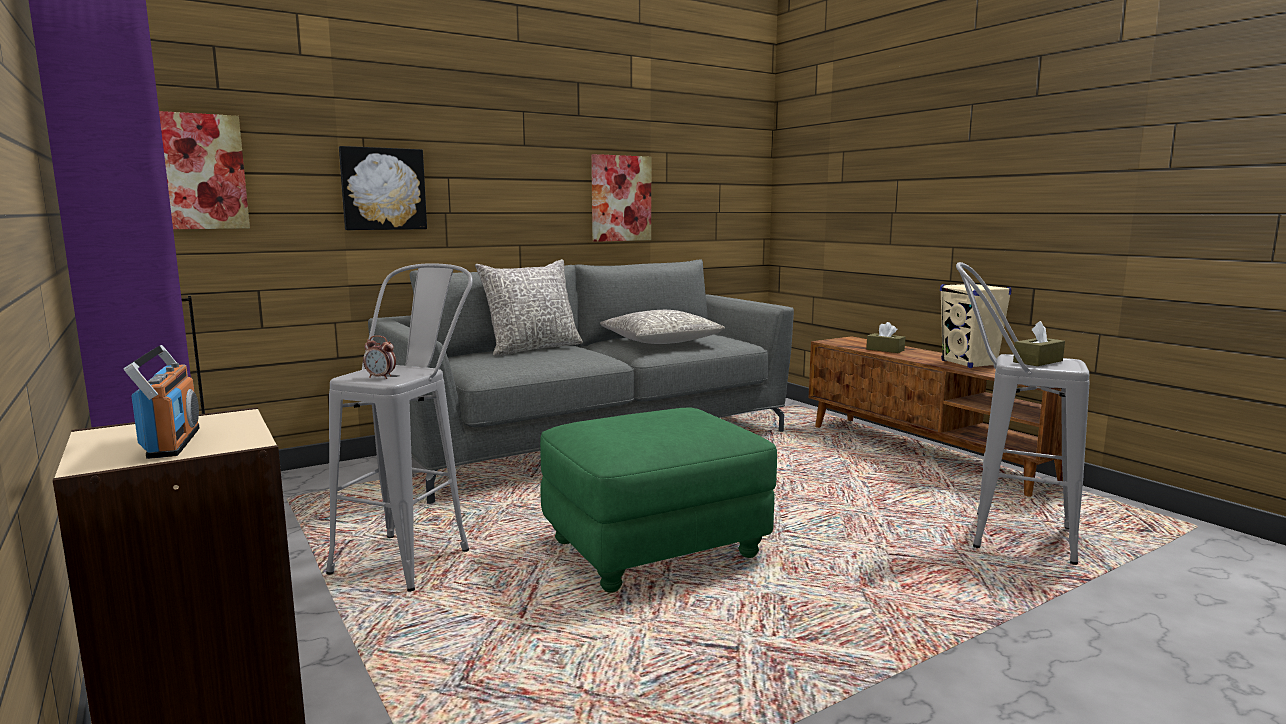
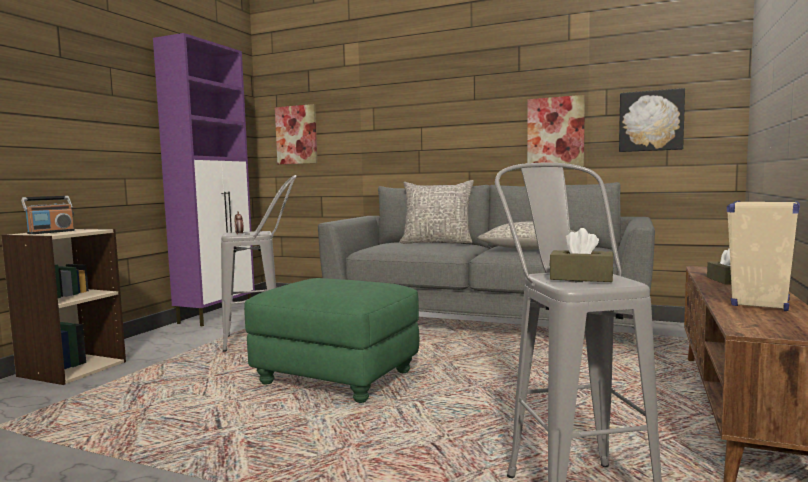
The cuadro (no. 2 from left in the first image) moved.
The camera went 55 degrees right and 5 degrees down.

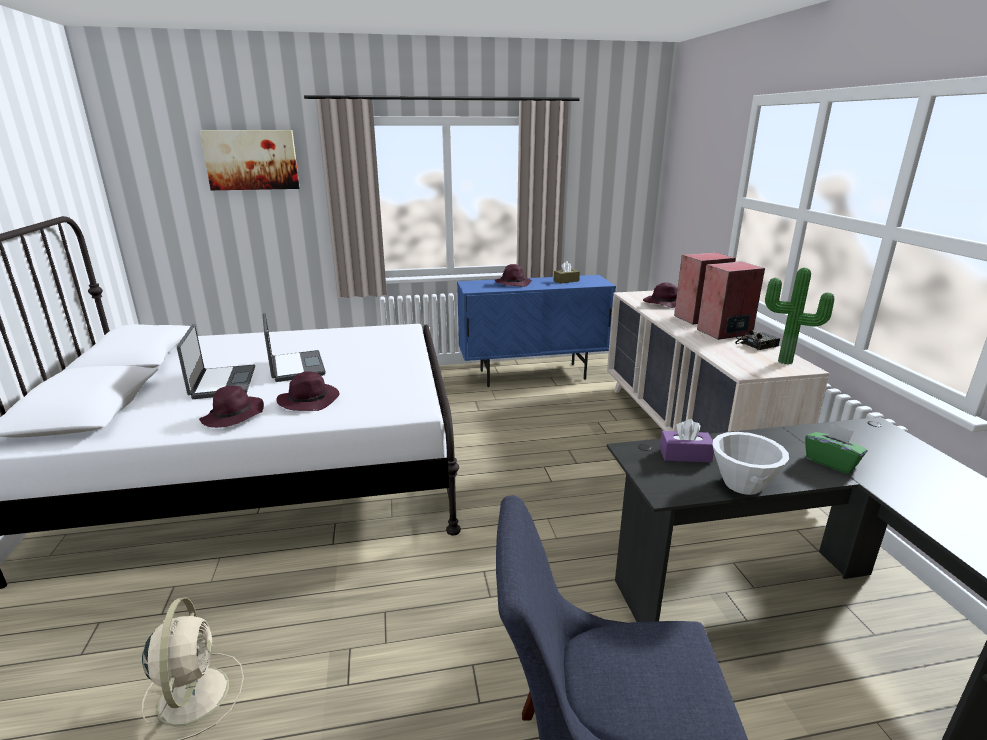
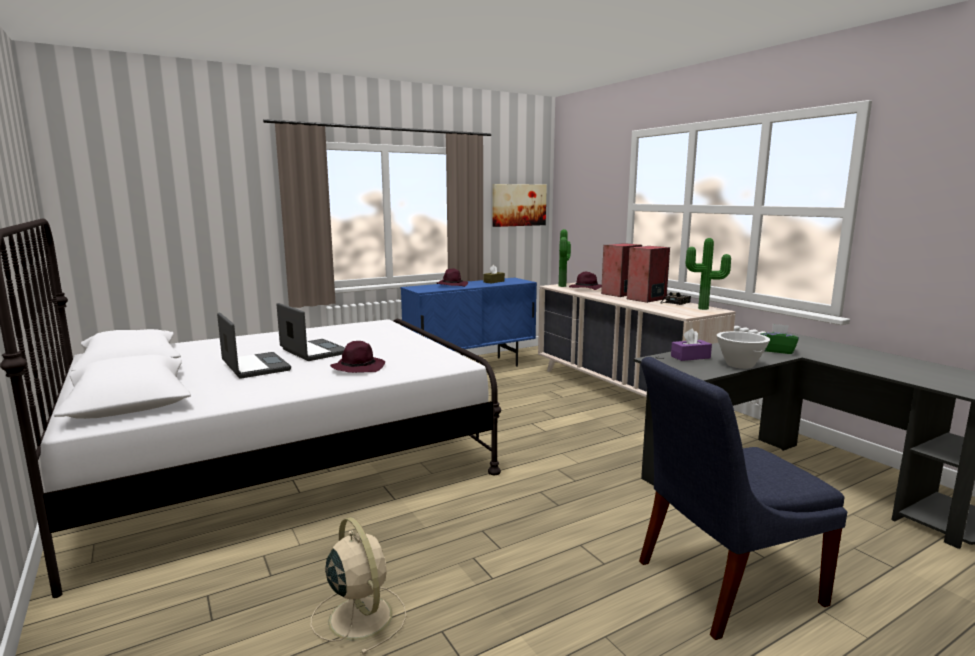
The sombrero/morado (no. 1 from left) disappeared.
The cuadro moved.
The planta en maceta (no. 1 from left) appeared.
The camera went 20 degrees left and 10 degrees down.

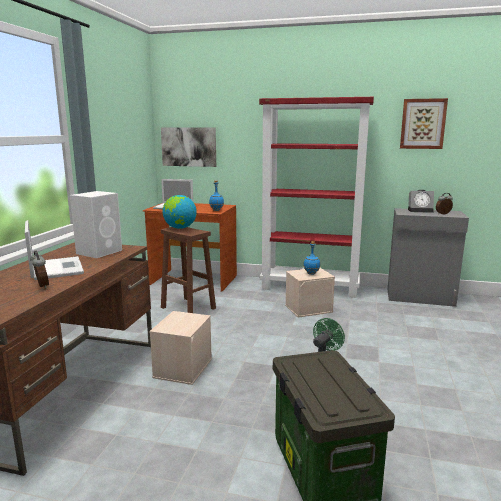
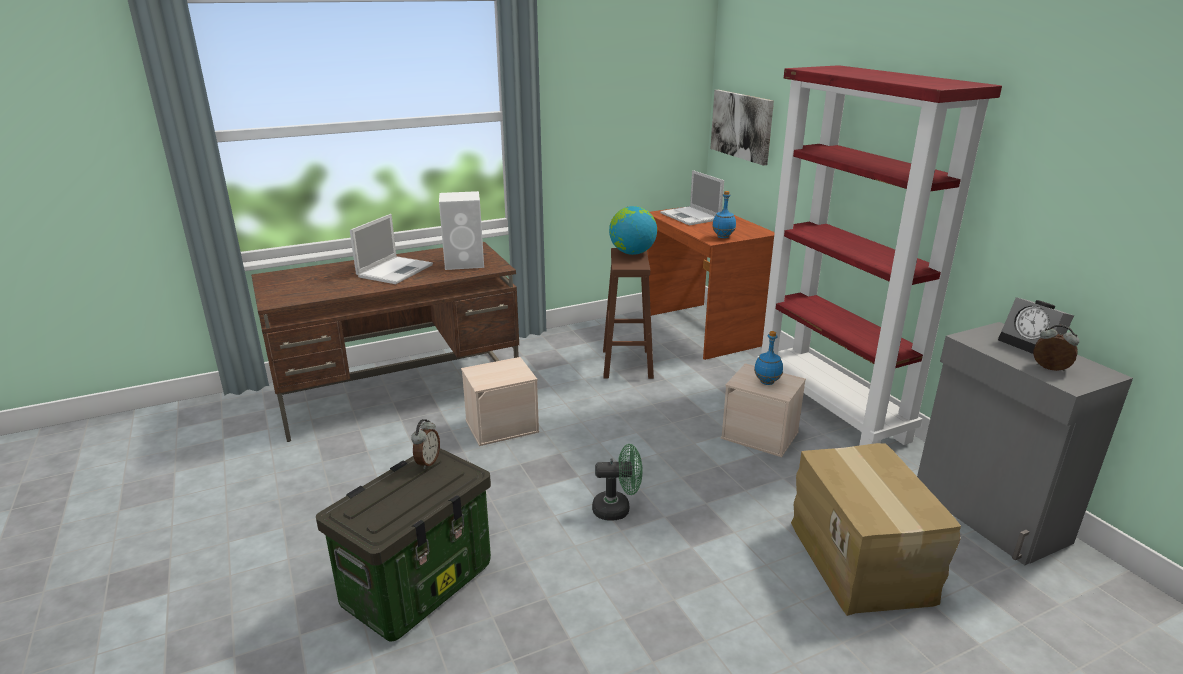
The despertador (no. 1 from left) moved.
The cuadro (no. 2 from left) disappeared.
The caja de cartón appeared.
The camera went 50 degrees right and 10 degrees up.

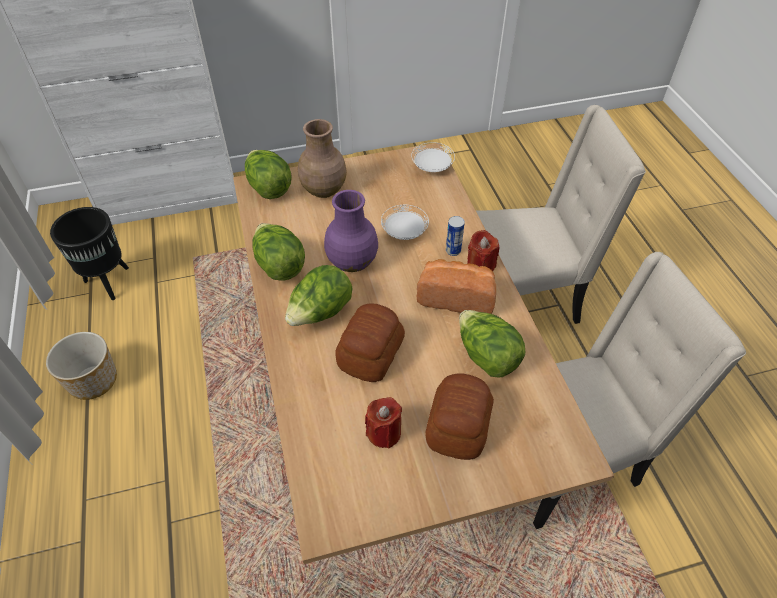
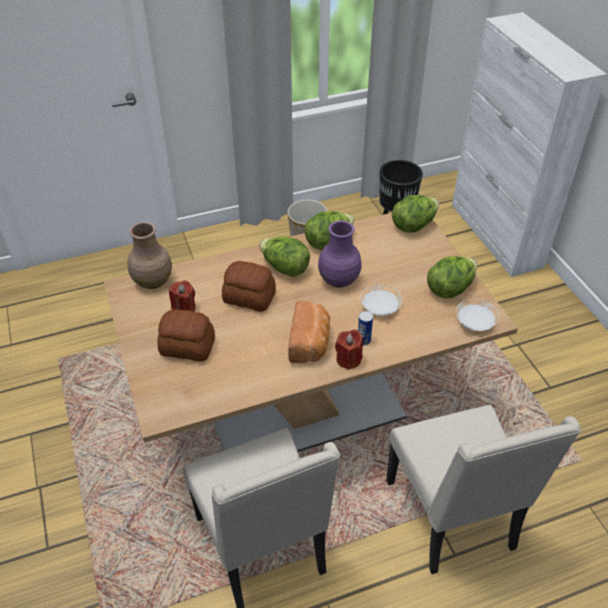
The florero/marrón moved.
The lechuga (no. 4 from left) moved.
The camera went 85 degrees right and 5 degrees down.

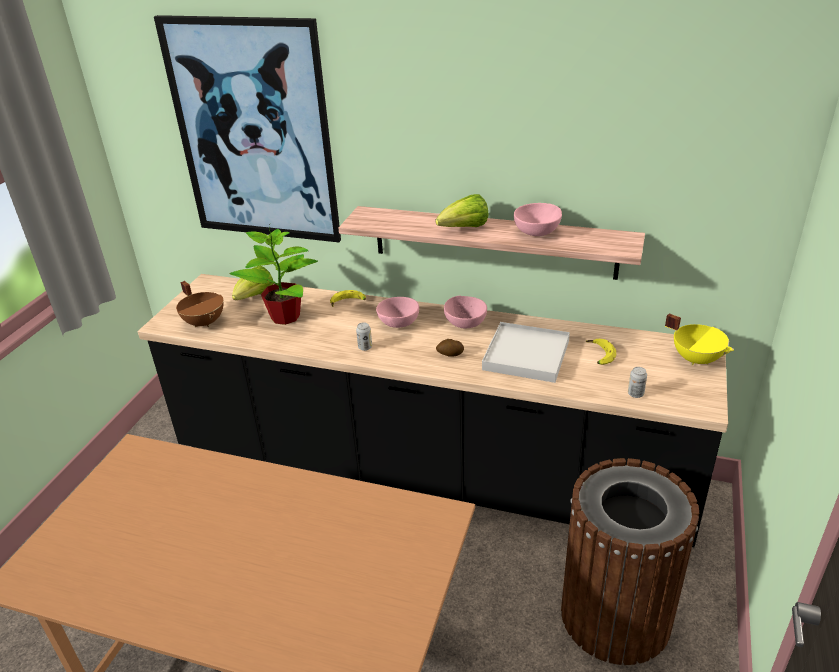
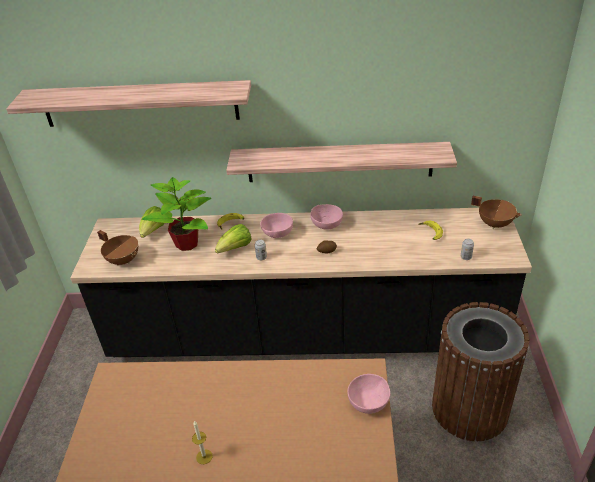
The cuadro was replaced by the estante (no. 1 from left).
The lechuga (no. 2 from left) moved.
The bandeja/blanco disappeared.
The cuenco/rosa (no. 3 from left) moved.
The olla/amarillo became the olla/marrón (no. 2 from left).
The vela appeared.
The camera went 15 degrees left and 5 degrees up.

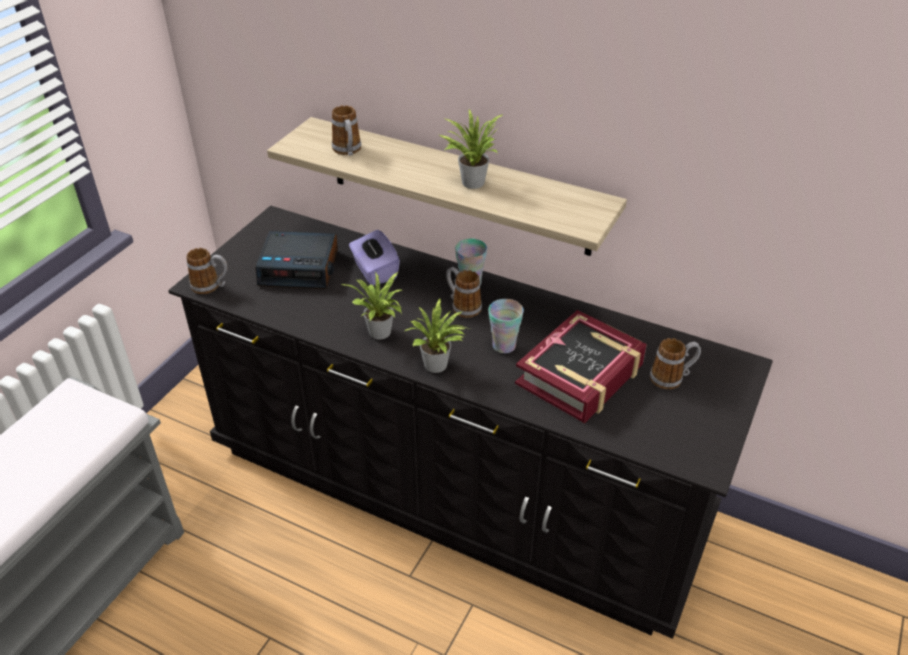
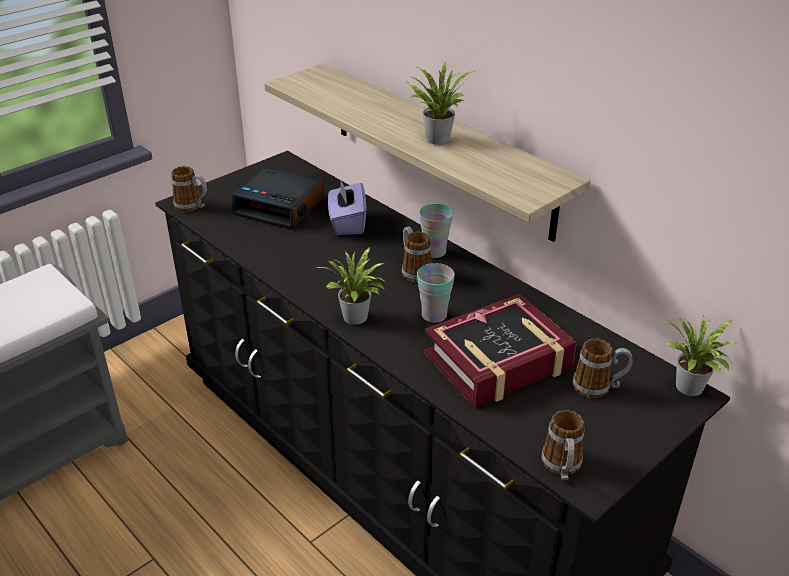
The taza grande (no. 2 from left in the first image) moved.
The planta en maceta (no. 1 from left in the first image) moved.
The camera went 20 degrees right and 5 degrees down.

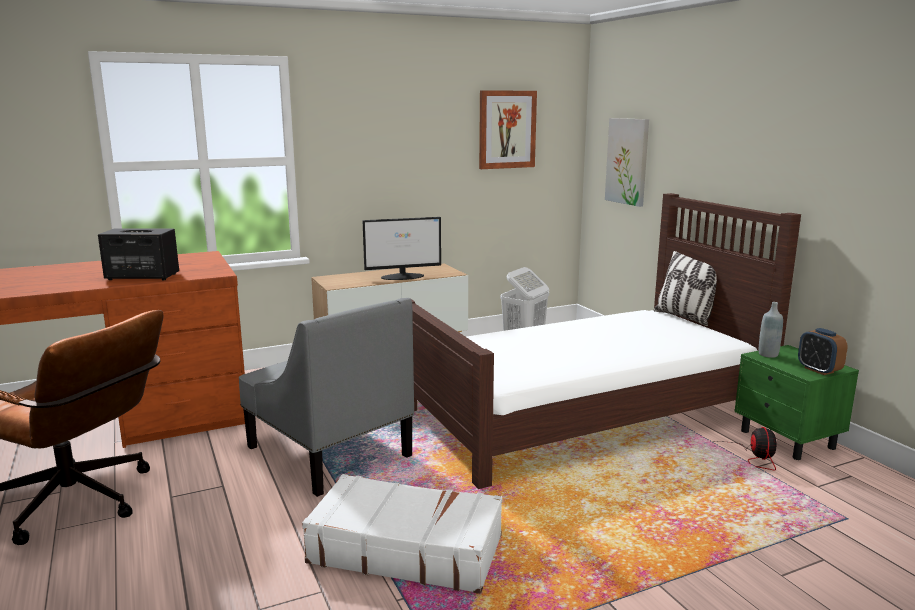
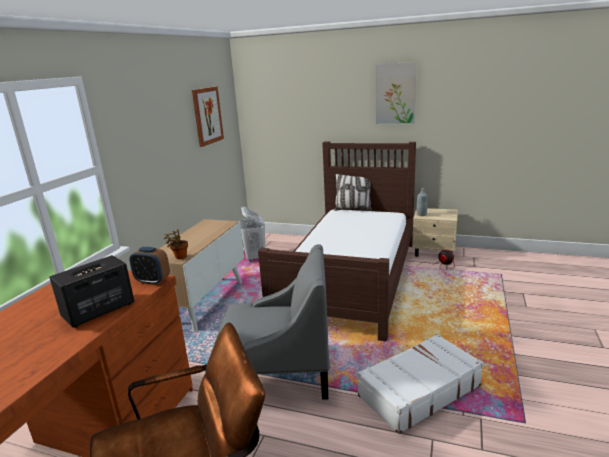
The monitor disappeared.
The cuadro (no. 2 from left) moved.
The mesita de noche/verde became the mesita de noche/beis.
The despertador moved.
The planta en maceta appeared.
The camera went 45 degrees left and 5 degrees up.

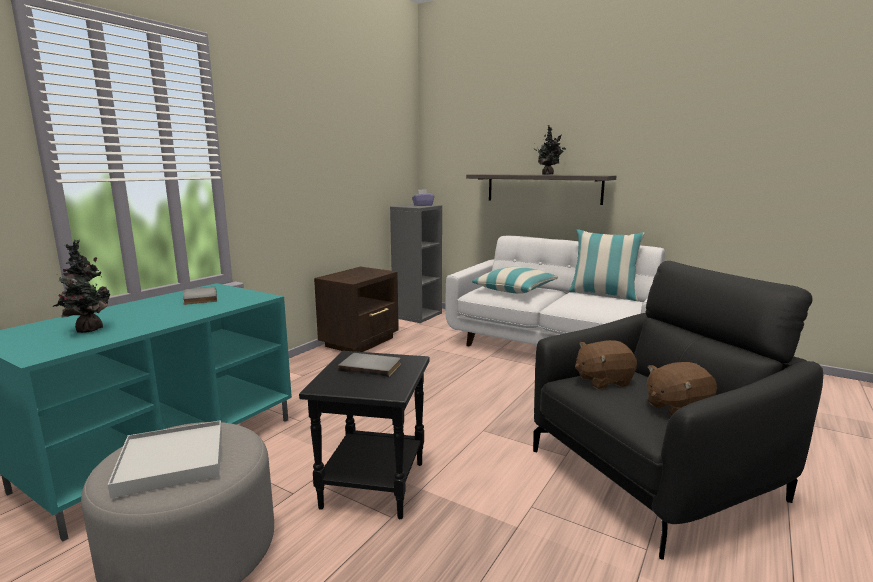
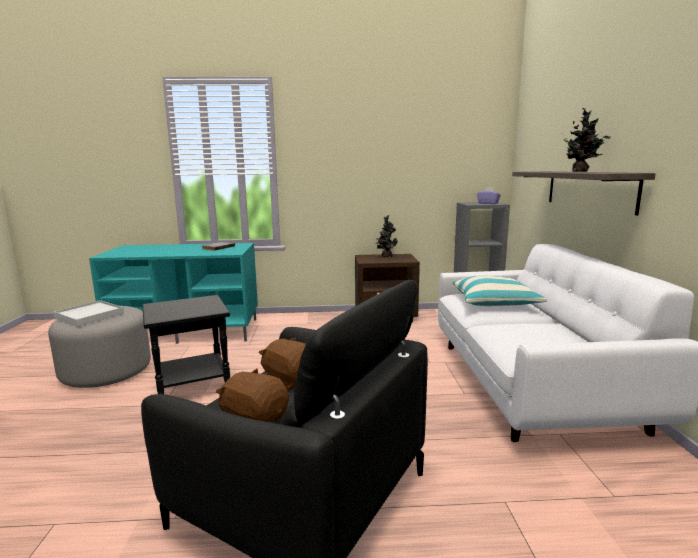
The planta en maceta (no. 1 from left) moved.
The libro/gris (no. 2 from left) disappeared.
The cojín (no. 2 from left) disappeared.
The camera went 55 degrees right and 0 degrees up.

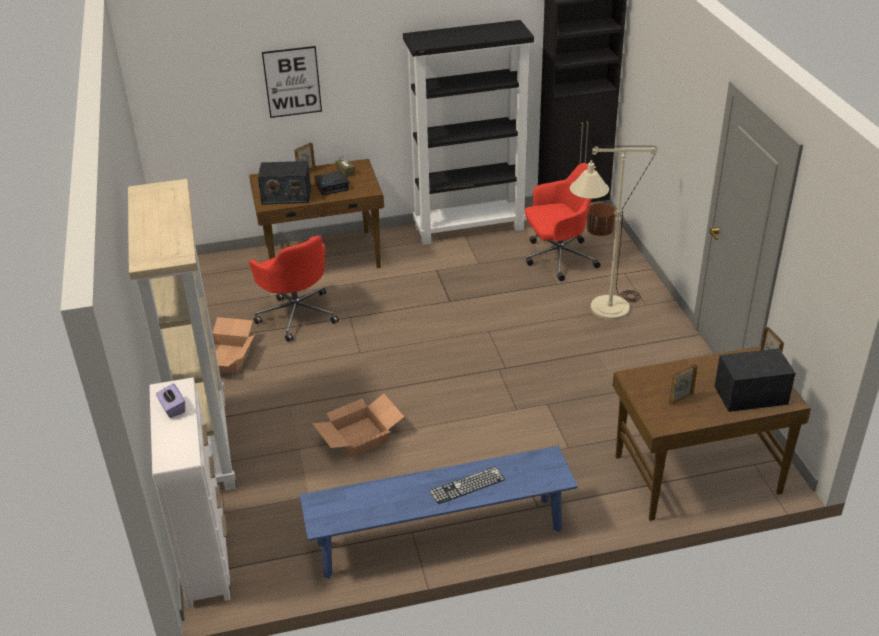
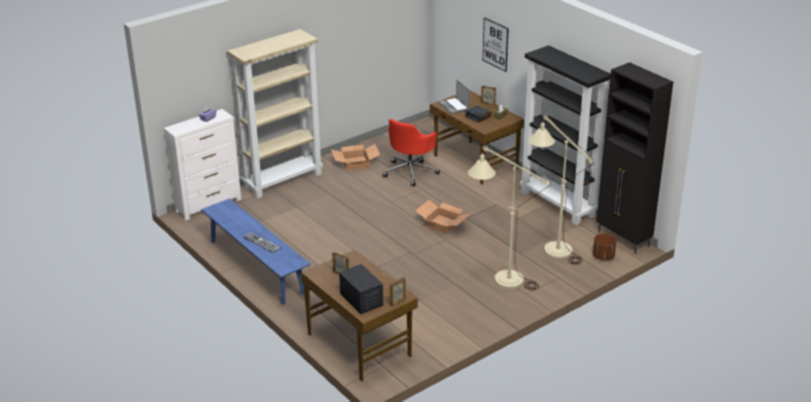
The radio (no. 1 from left) was replaced by the portátil.
The caja de cartón (no. 2 from left) moved.
The silla de oficina/rojo (no. 2 from left) was replaced by the lámpara de pie/beis (no. 2 from left).
The camera went 65 degrees right and 5 degrees down.

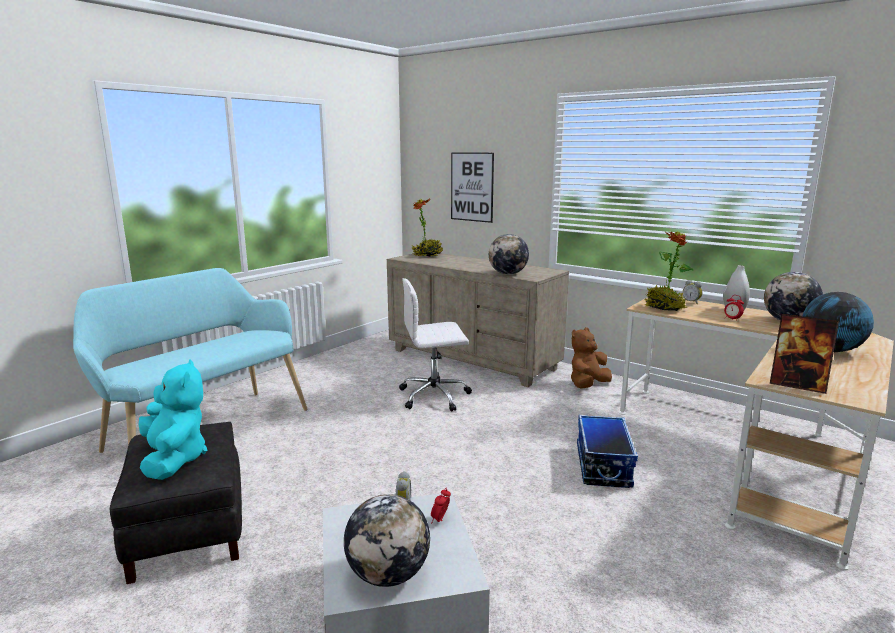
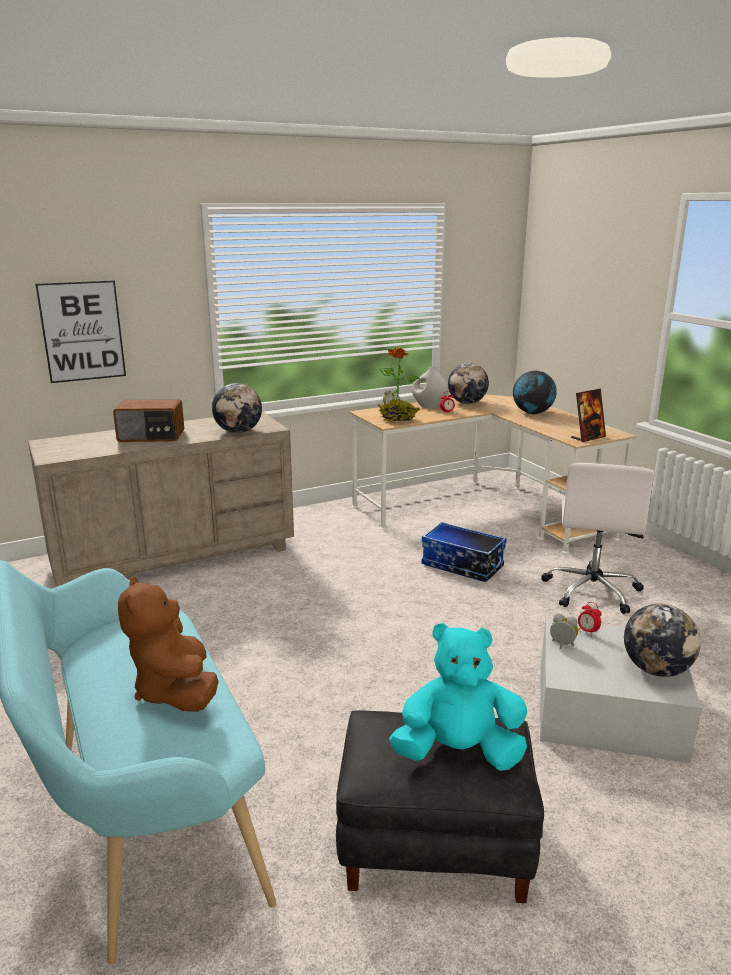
The silla de oficina/blanco moved.
The planta en maceta (no. 1 from left) disappeared.
The peluche/marrón moved.
The radio appeared.
The camera went 65 degrees left and 5 degrees up.

